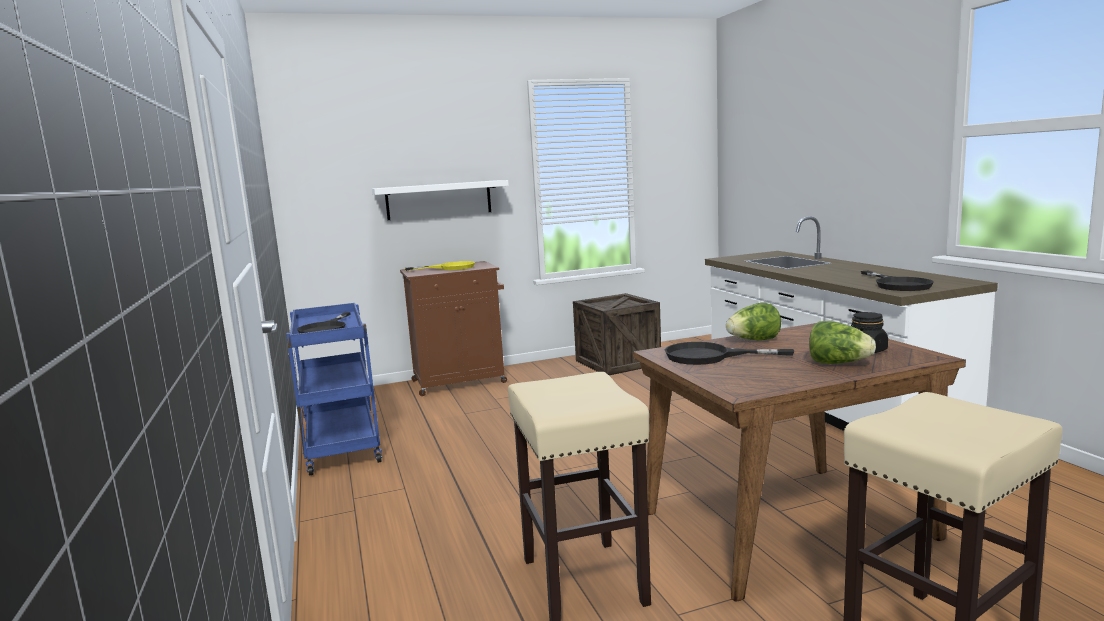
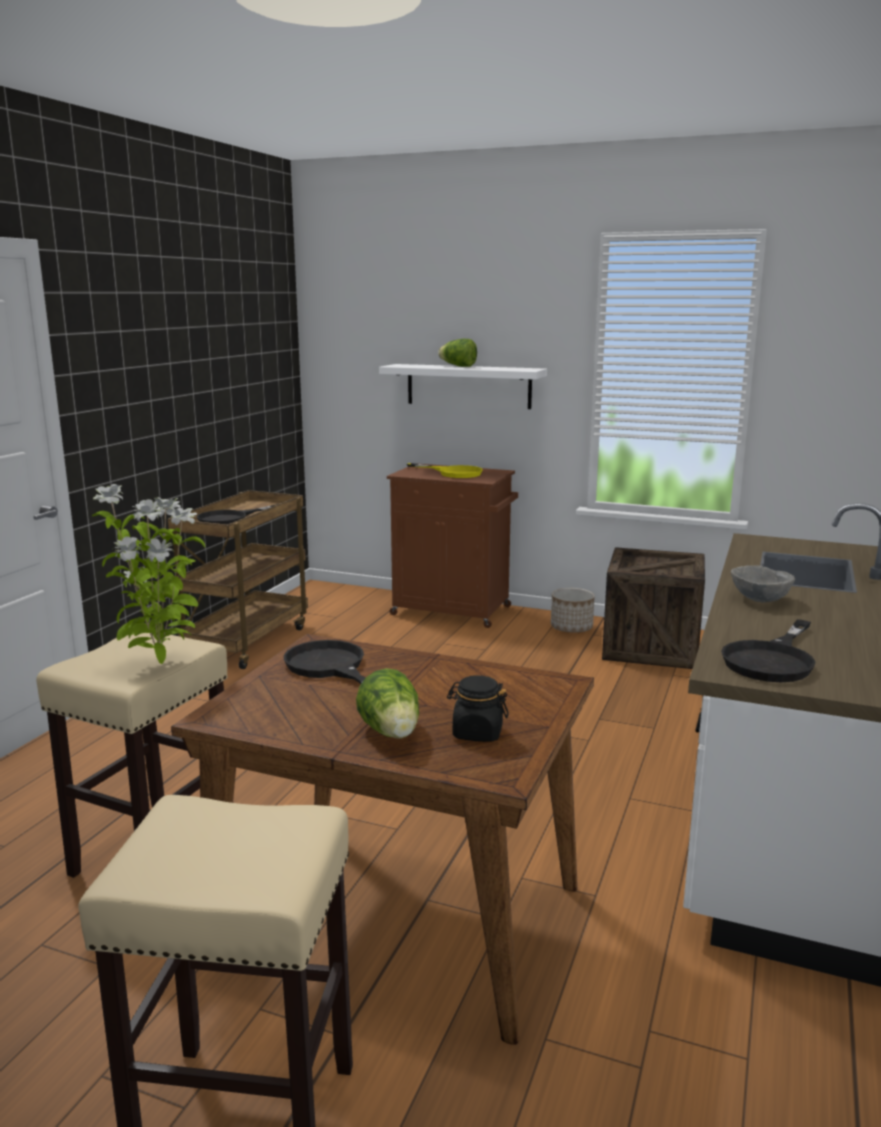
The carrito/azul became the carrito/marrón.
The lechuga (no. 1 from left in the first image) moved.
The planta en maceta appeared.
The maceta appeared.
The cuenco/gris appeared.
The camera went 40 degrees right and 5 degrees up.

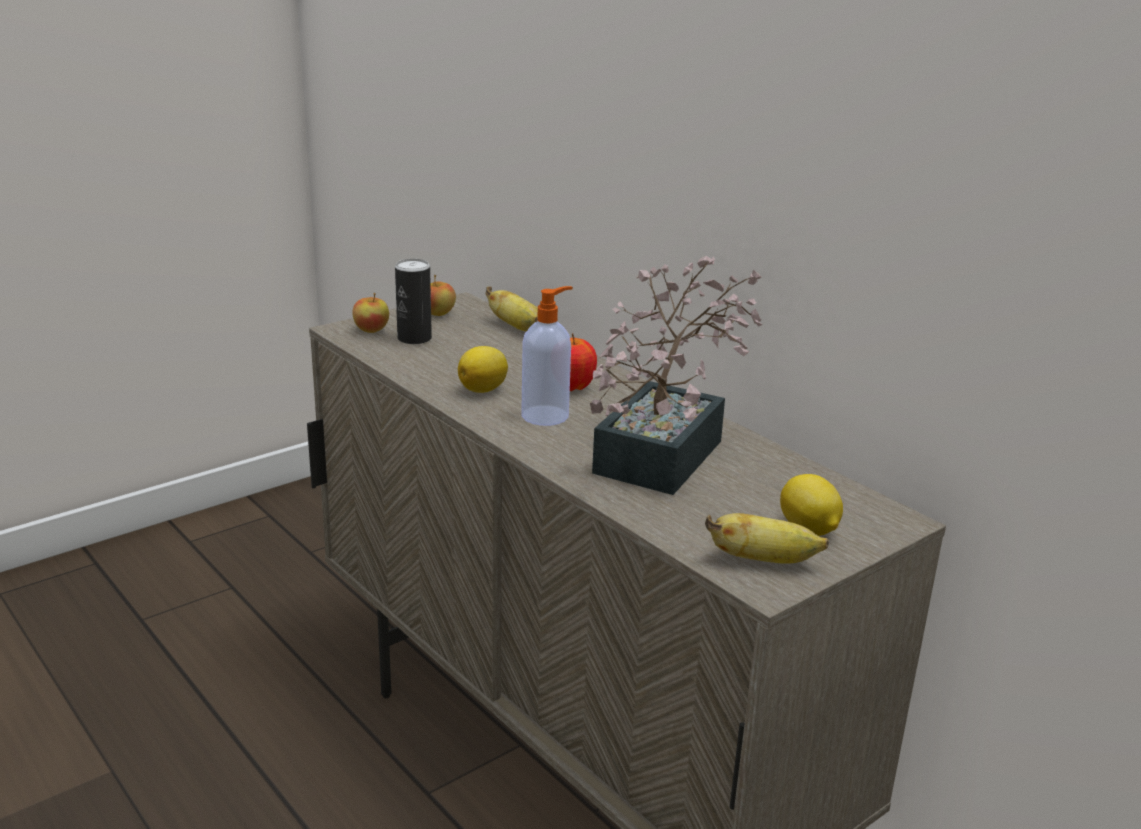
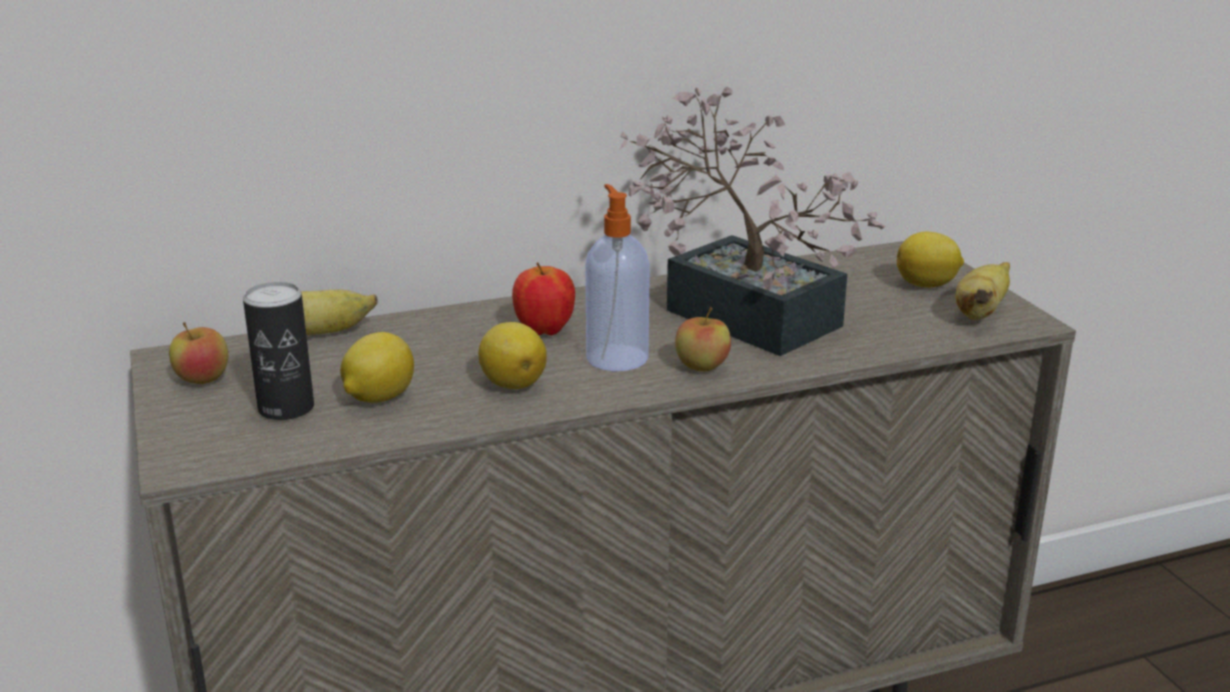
The manzana (no. 1 from left in the first image) moved.
The limón (no. 1 from left) appeared.
The camera went 70 degrees left and 0 degrees up.

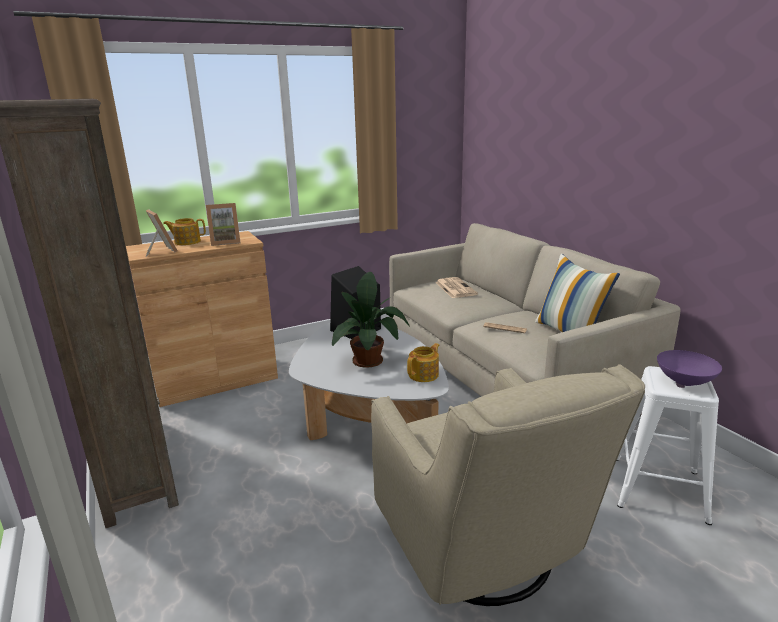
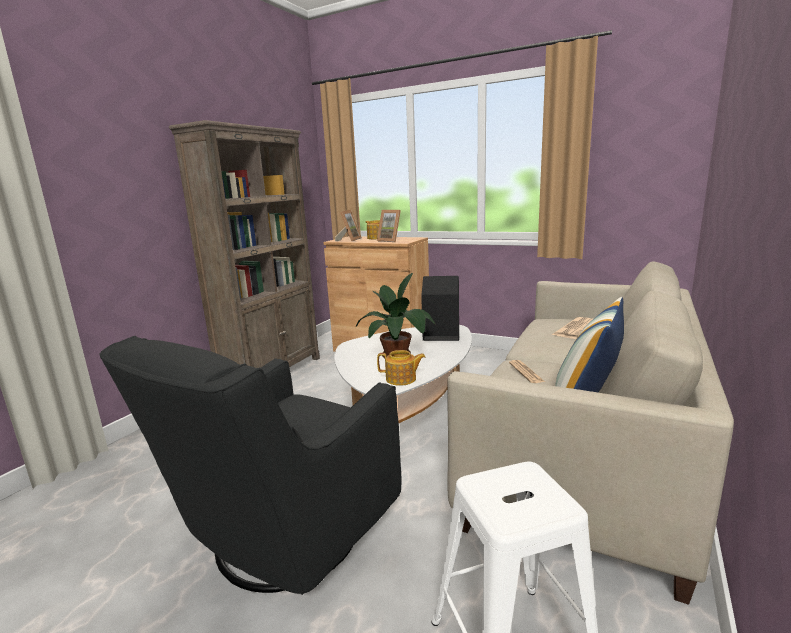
The sillón/beis became the sillón/negro.
The cuenco/morado disappeared.
The camera went 55 degrees right and 5 degrees down.

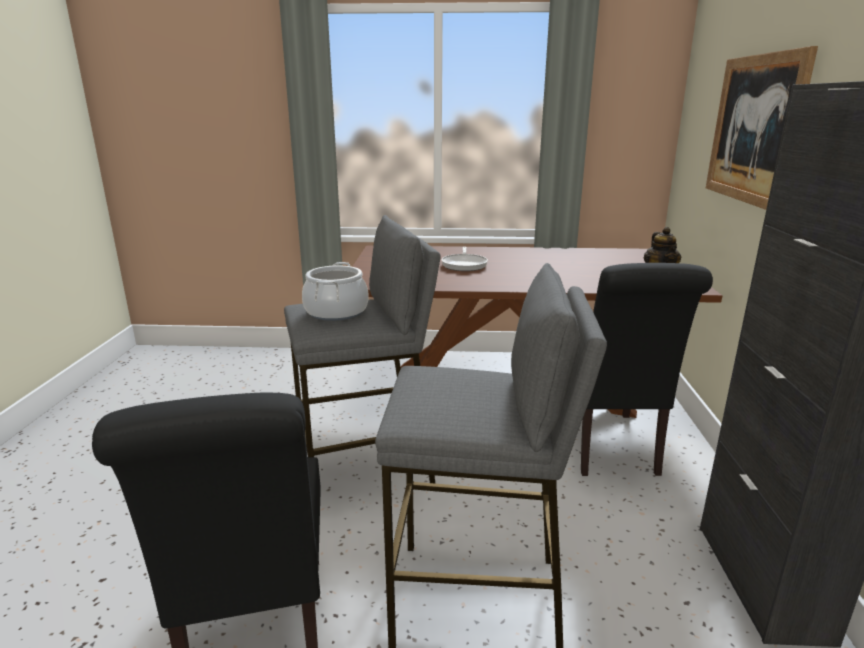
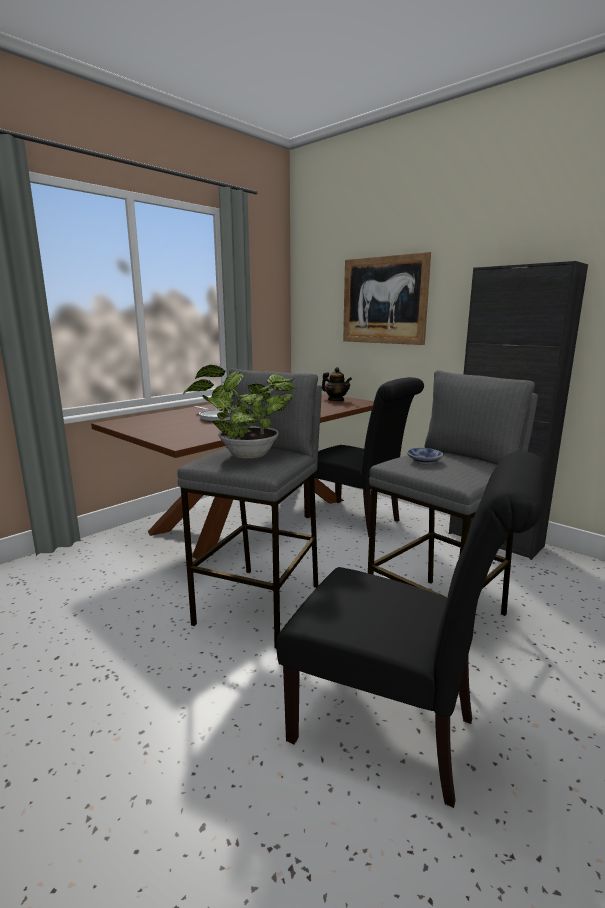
The olla was replaced by the planta en maceta.
The cuenco appeared.
The camera went 50 degrees left and 5 degrees down.

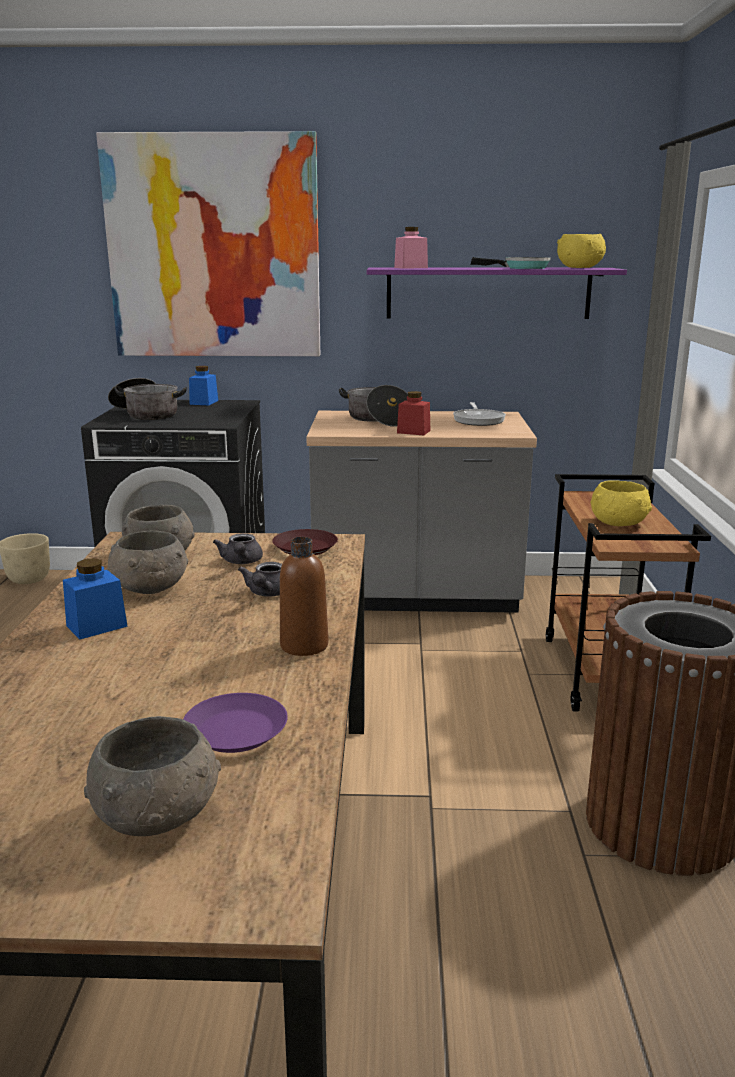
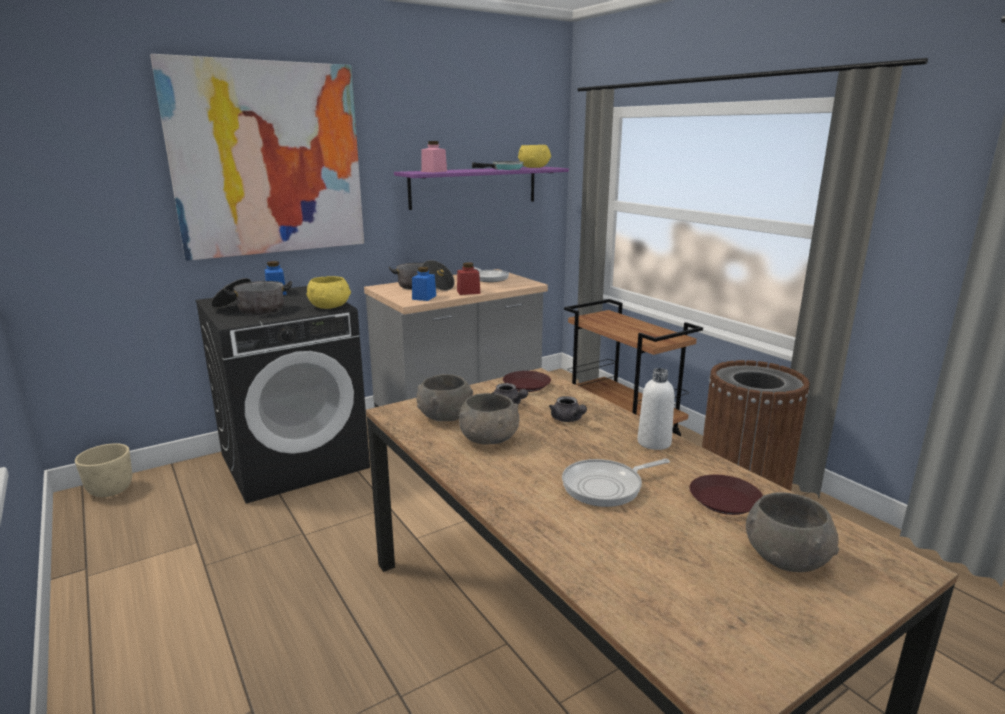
The tarro/azul (no. 1 from left in the first image) moved.
The plato/morado became the plato/marrón (no. 2 from left).
The botella/marrón became the botella/blanco.
The cuenco/amarillo (no. 2 from left in the first image) moved.
The sartén (no. 3 from left) appeared.
The camera went 35 degrees left and 0 degrees up.

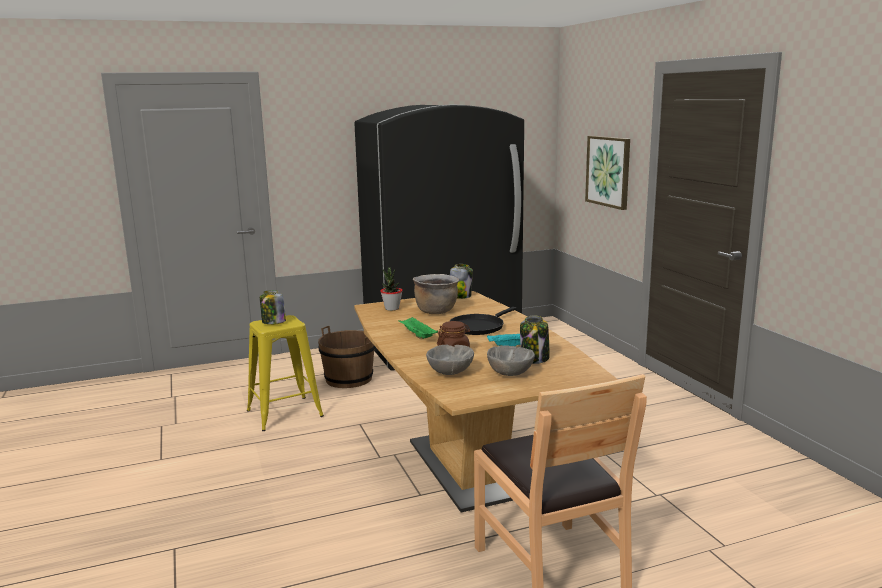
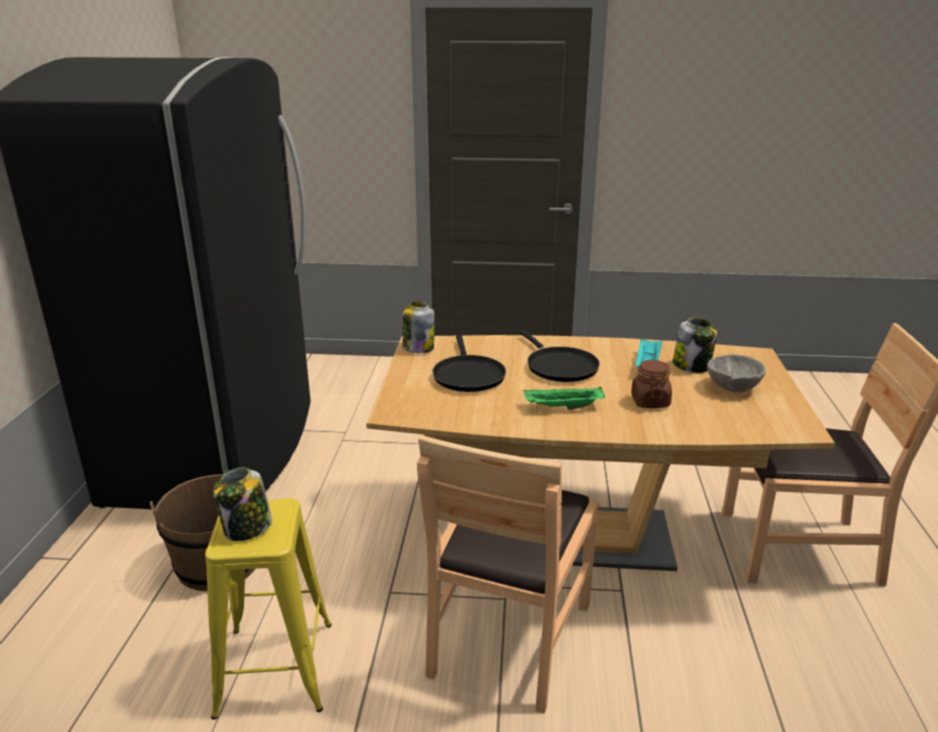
The planta en maceta disappeared.
The olla/marrón was replaced by the sartén/negro (no. 1 from left).
The cuenco/gris (no. 1 from left) disappeared.
The cuadro disappeared.
The silla/marrón (no. 1 from left) appeared.
The camera went 65 degrees left and 10 degrees up.

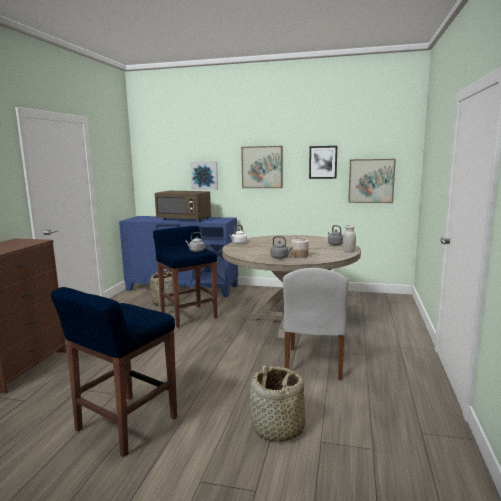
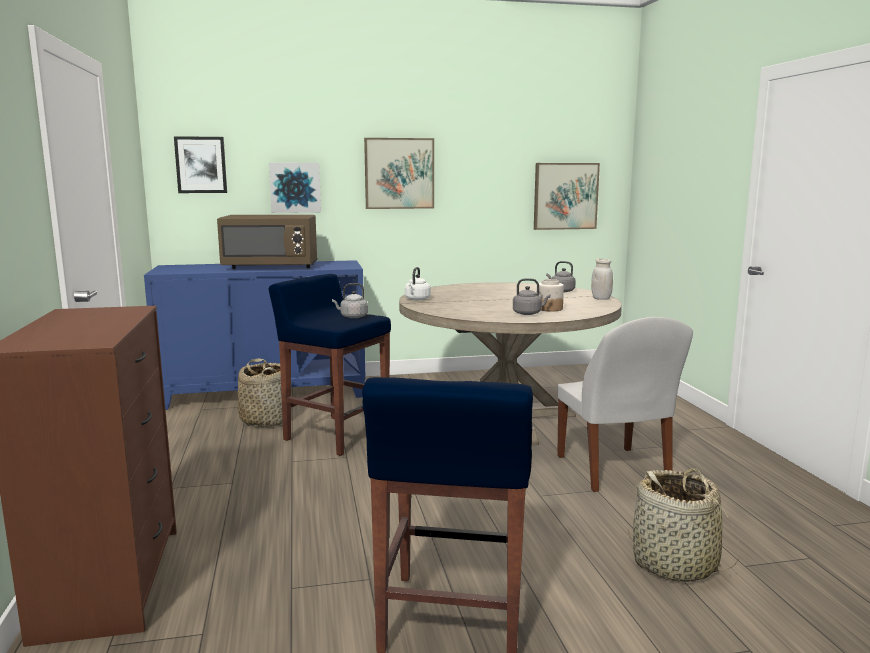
The cuadro (no. 3 from left in the first image) moved.
The camera went 25 degrees left and 0 degrees up.

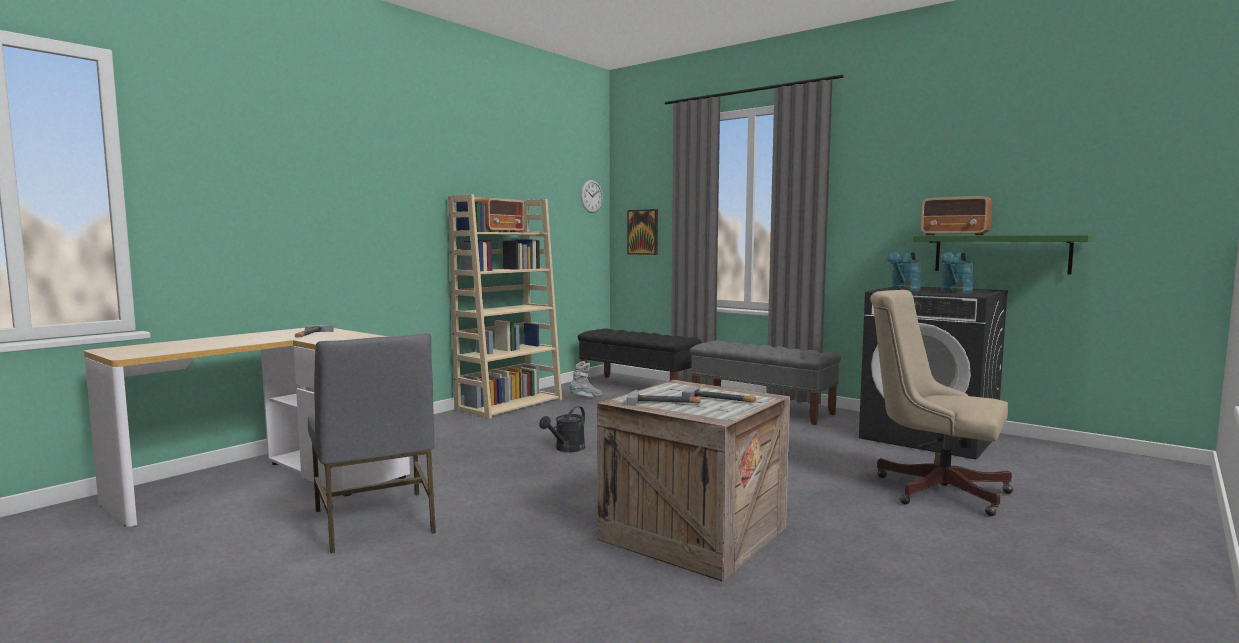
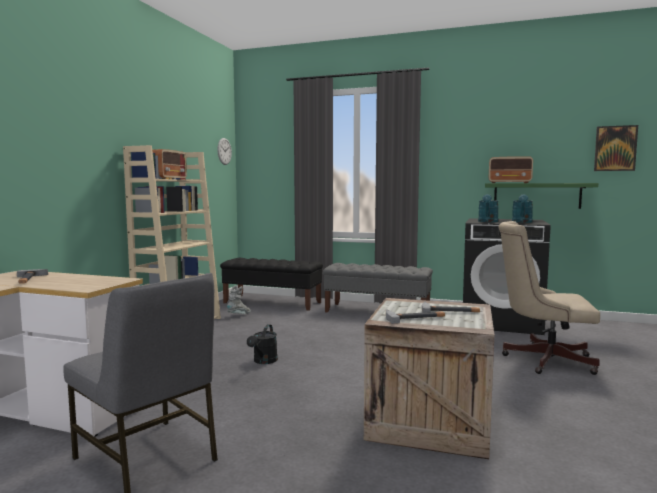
The cuadro moved.
The camera went 20 degrees left and 0 degrees up.

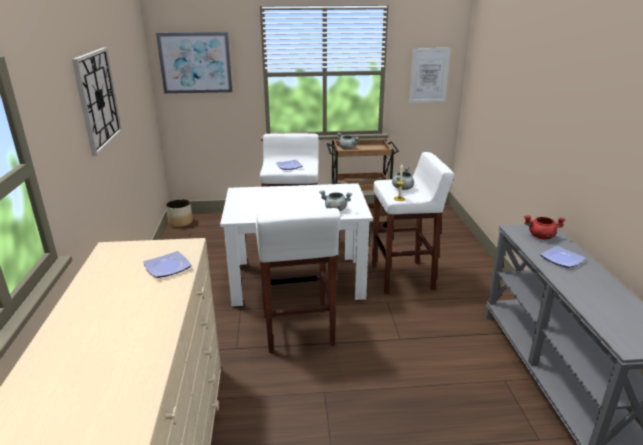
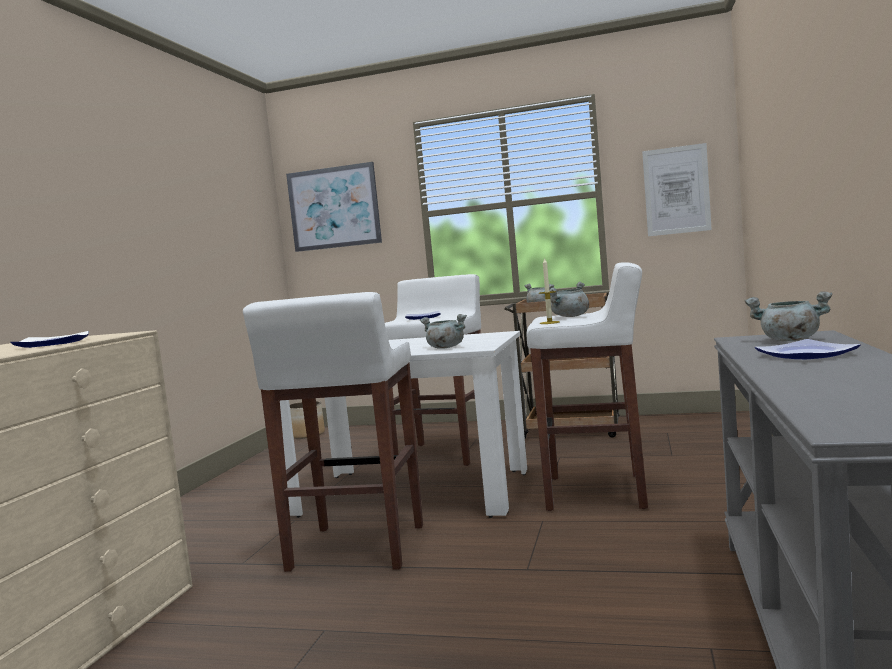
The reloj de pared disappeared.
The olla/rojo became the olla/gris (no. 4 from left).
The camera went 20 degrees right and 20 degrees down.

